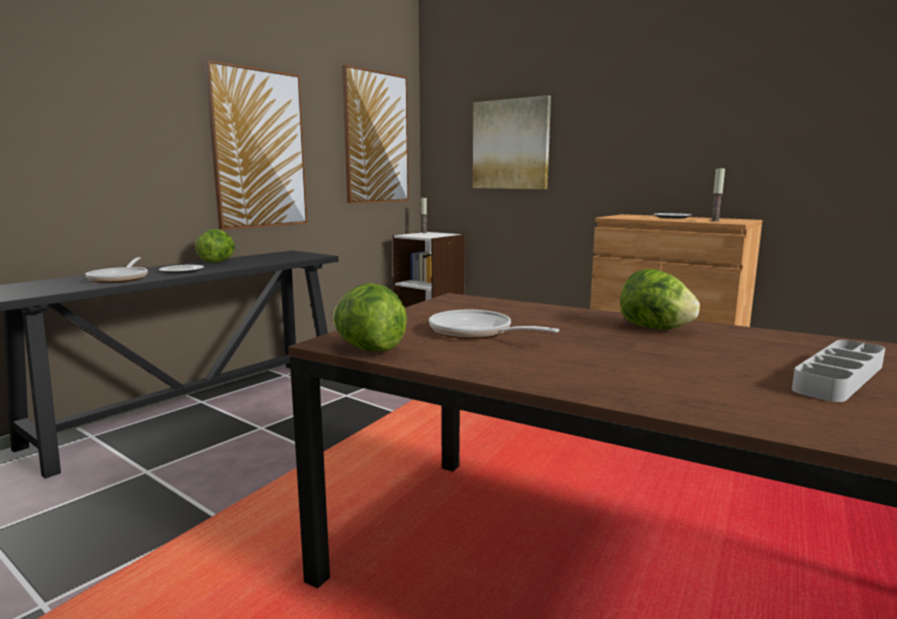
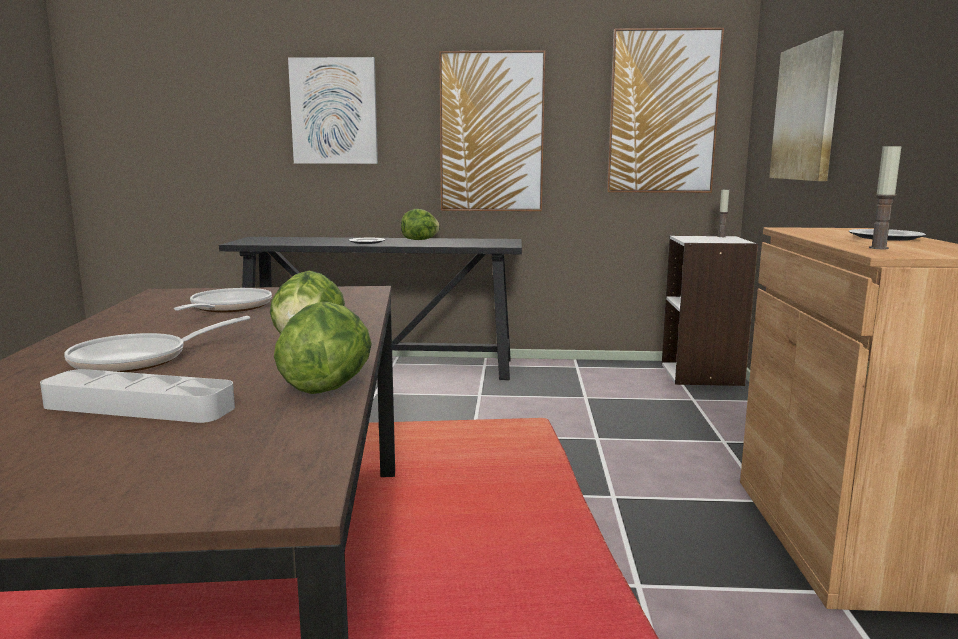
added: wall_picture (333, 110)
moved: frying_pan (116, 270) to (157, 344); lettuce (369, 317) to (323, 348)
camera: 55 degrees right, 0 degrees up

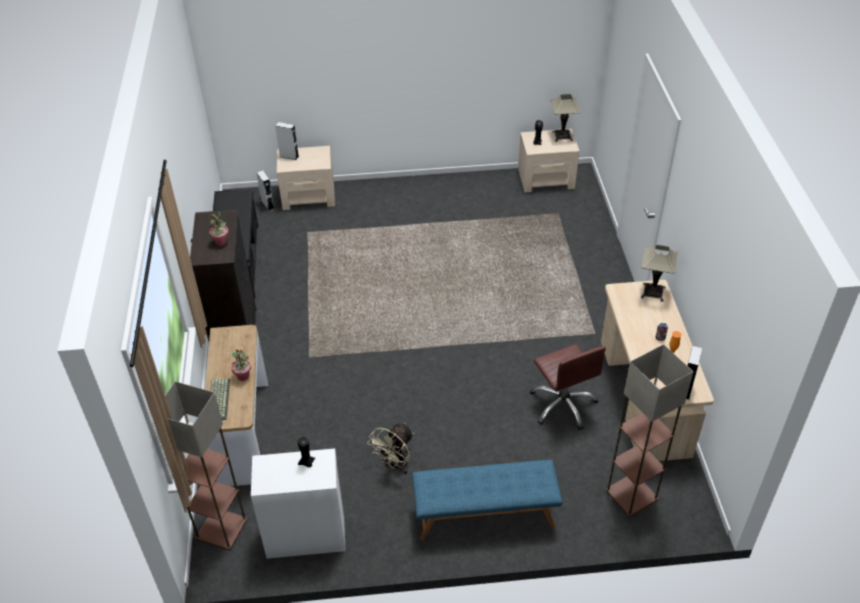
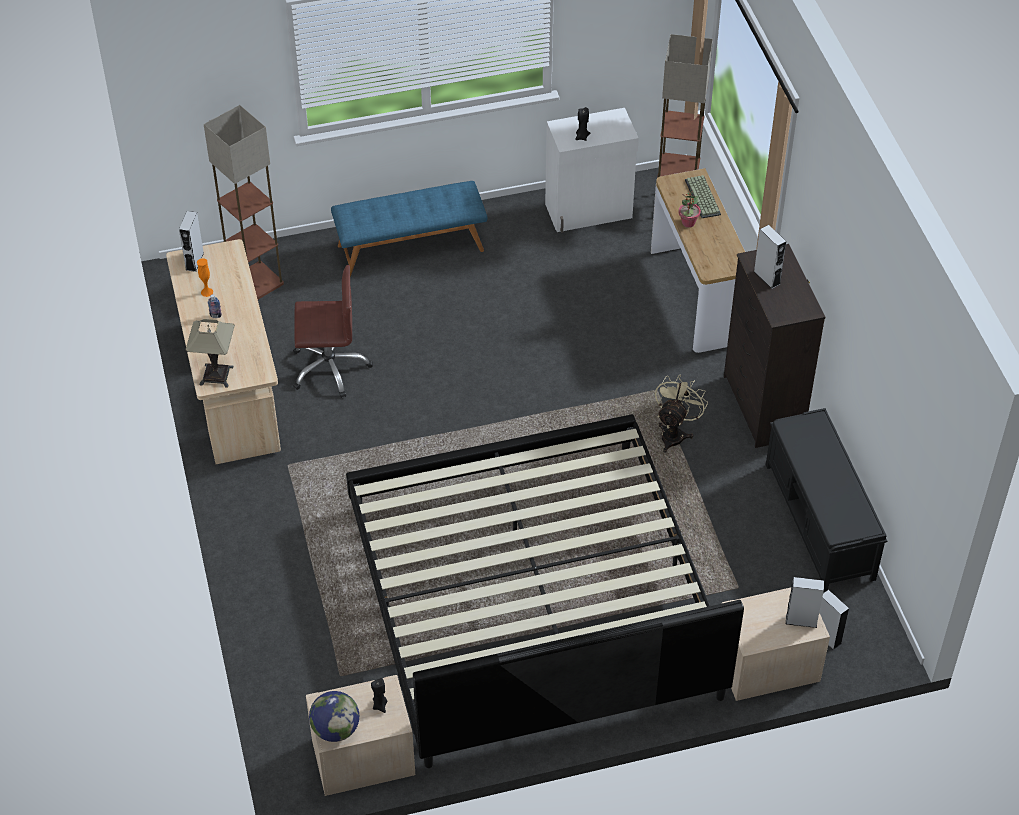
added: bed (545, 591)
moved: beige-coloured_electric_fan (391, 448) to (681, 414)
replaced: plant_in_a_pot (219, 228) to grey_speaker (770, 257); lamp_for_a_table (566, 118) to desk_globe (334, 716)
turned: brown-coloured_office_chair (568, 387) = (333, 331) 120 degrees clockwise
camera: 170 degrees right, 5 degrees up

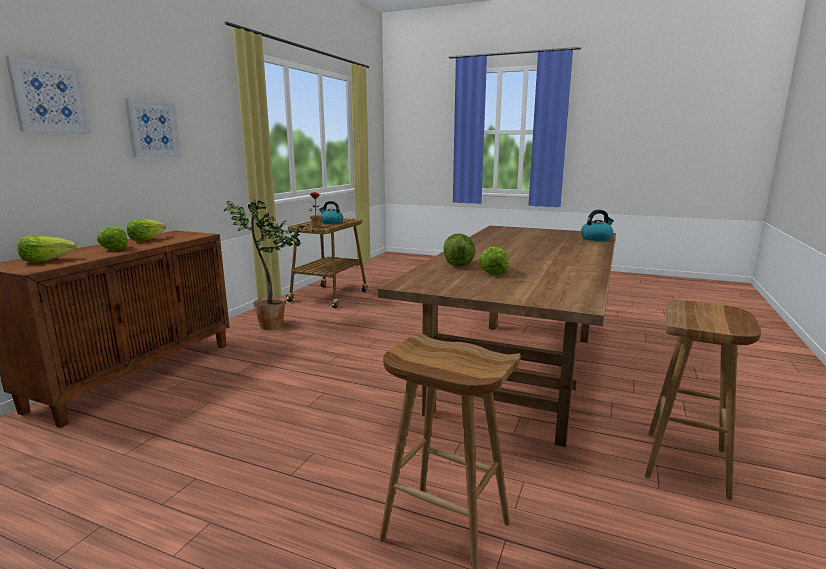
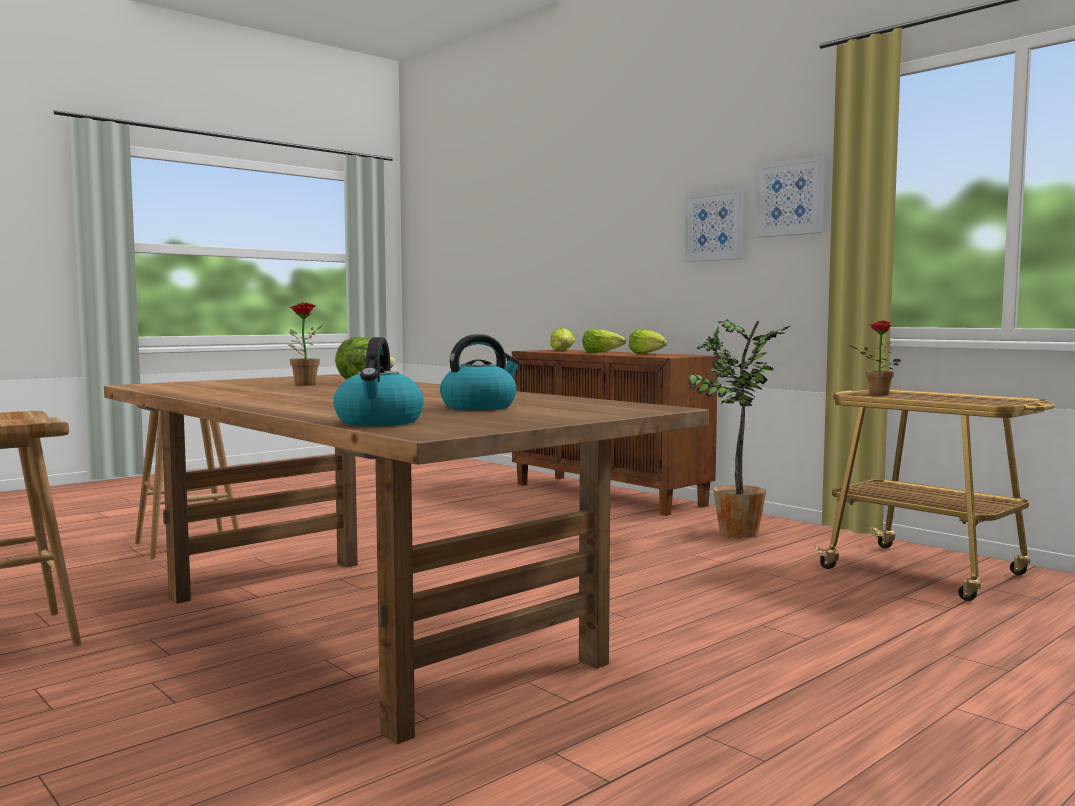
moved: wall_picture (48, 94) to (790, 197); water_kettle (331, 212) to (480, 372)
replaced: lettuce (493, 261) to plant_in_a_pot (305, 344)
camera: 115 degrees right, 10 degrees down

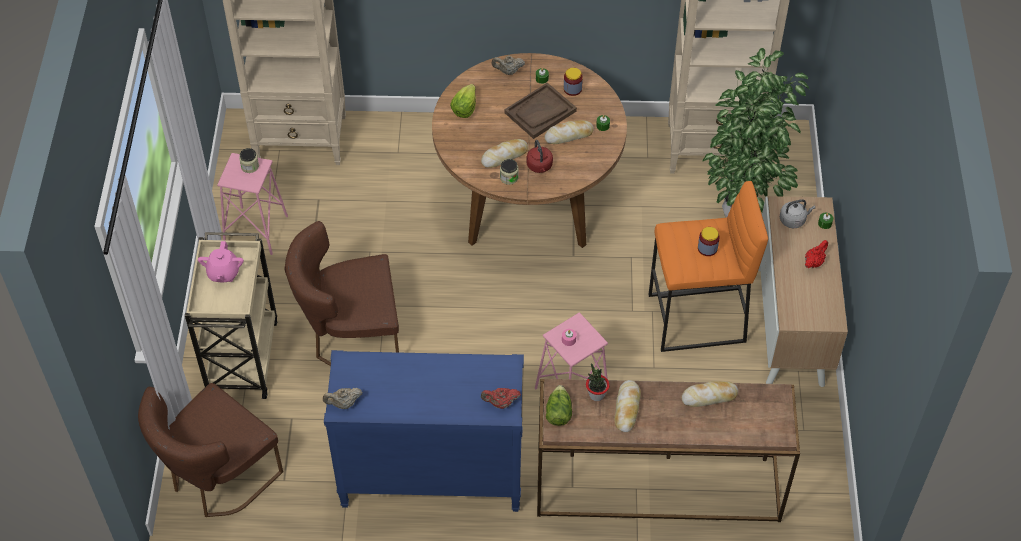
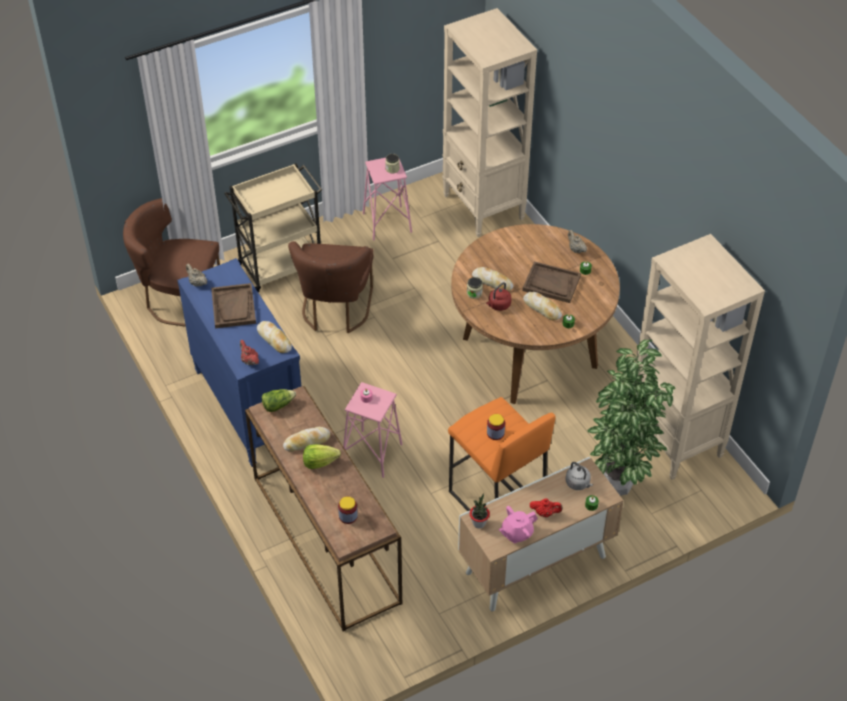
added: brown-coloured_tray (233, 305)
moved: pinkish_teapot (221, 261) to (517, 524); lettuce (463, 101) to (322, 456); storage_jar (573, 82) to (348, 510); plant_in_a_pot (598, 382) to (479, 510); baked_bread (709, 394) to (274, 337)
turned: brown-coloured_plain_chair (341, 293) = (331, 287) 135 degrees counterclockwise
camera: 60 degrees right, 5 degrees down

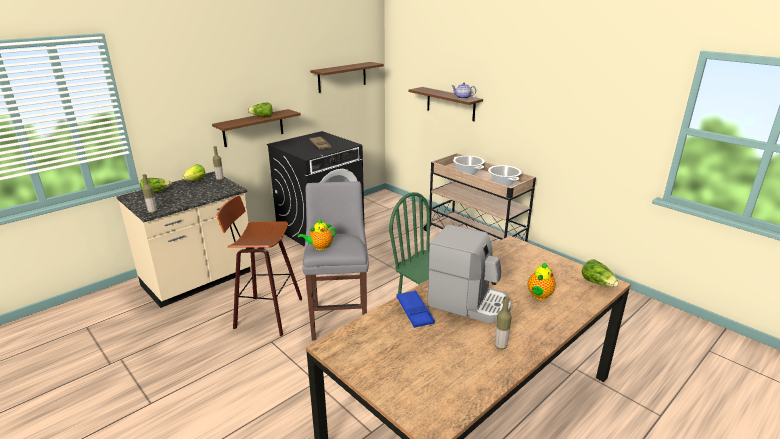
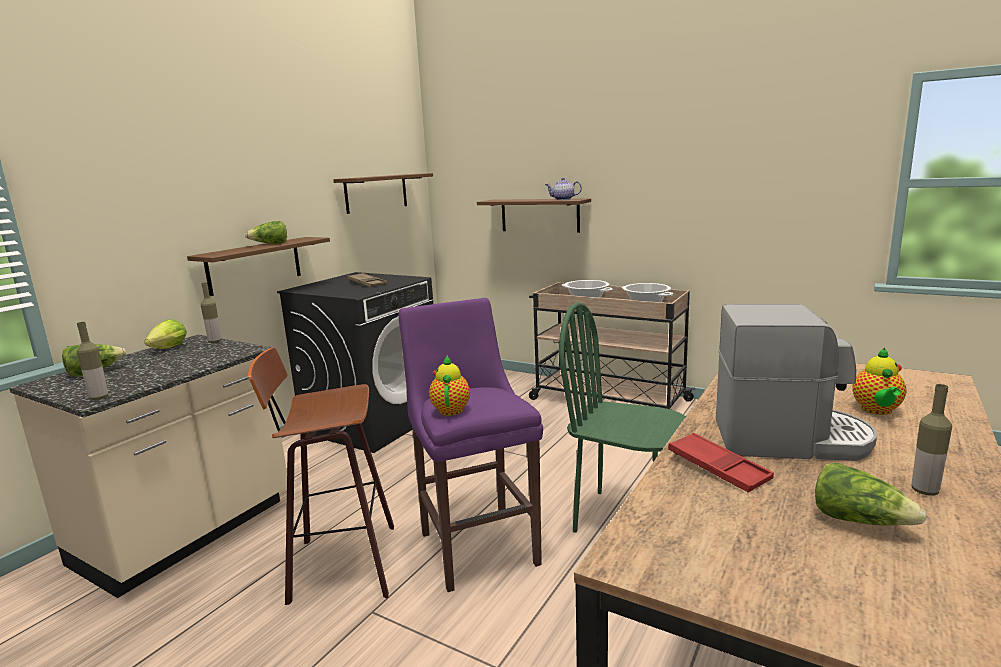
moved: lettuce (600, 273) to (871, 494)
recoloured: grey_sitting_stool (335, 261) to purple_sitting_stool (471, 445); bluish_tray (415, 309) to red_tray (721, 462)
turned: teapot (317, 234) = (449, 385) 135 degrees clockwise
camera: 15 degrees left, 10 degrees down

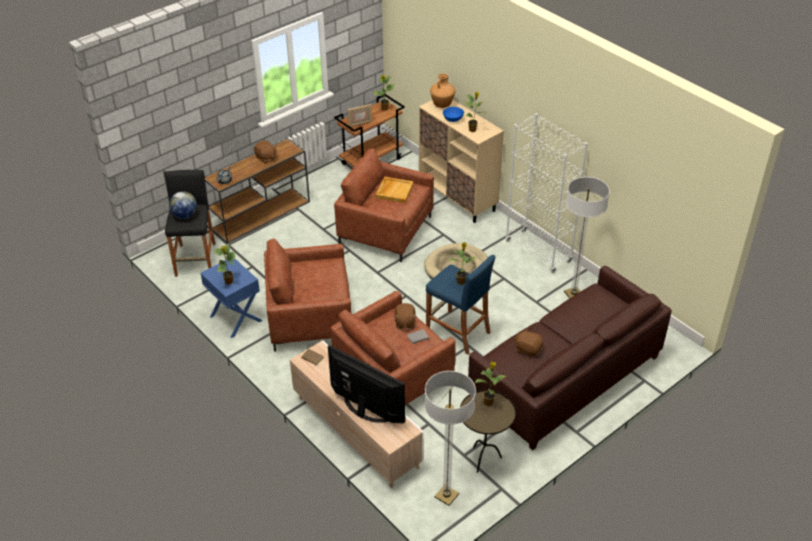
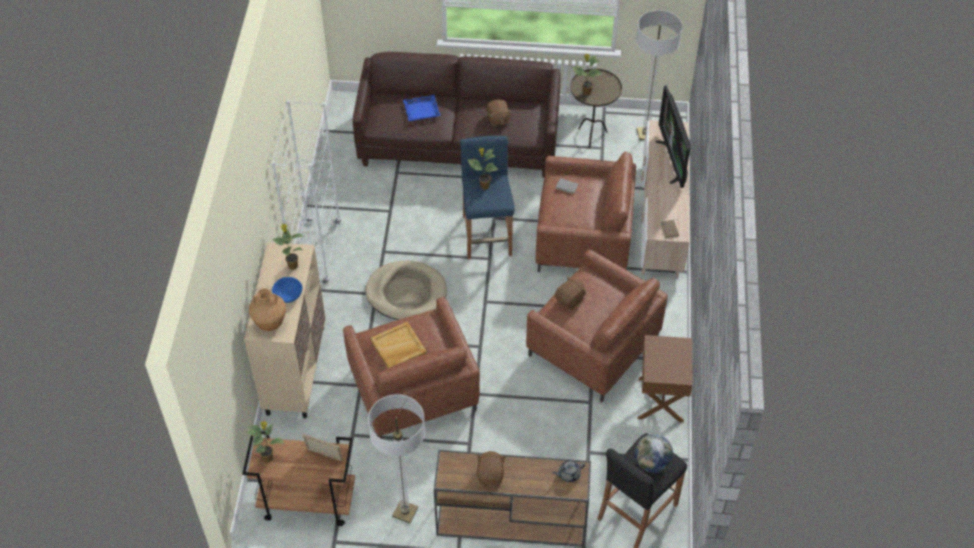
removed: plant_in_a_pot (225, 264)
added: bluish_tray (422, 108)
moved: brown-coloured_soft_toy (405, 316) to (570, 293); standard_lamp (587, 238) to (396, 458)
recoloured: bluish_night_table (231, 298) to brown-coloured_night_table (665, 378)
camera: 135 degrees left, 10 degrees up

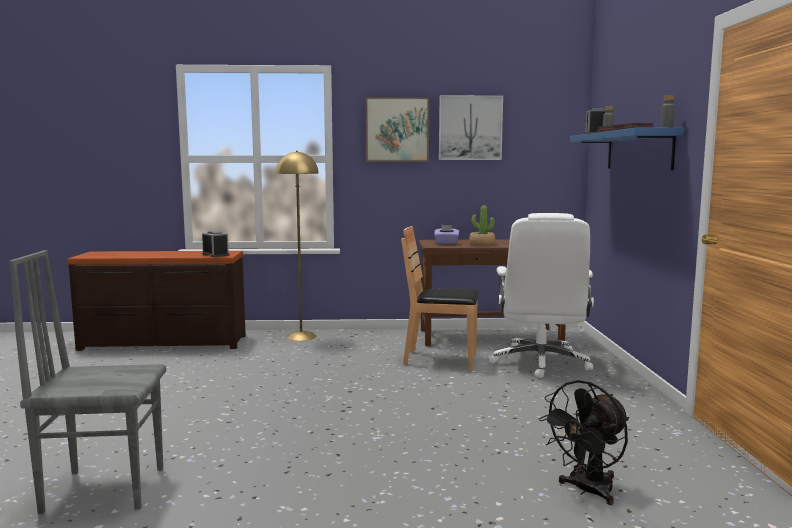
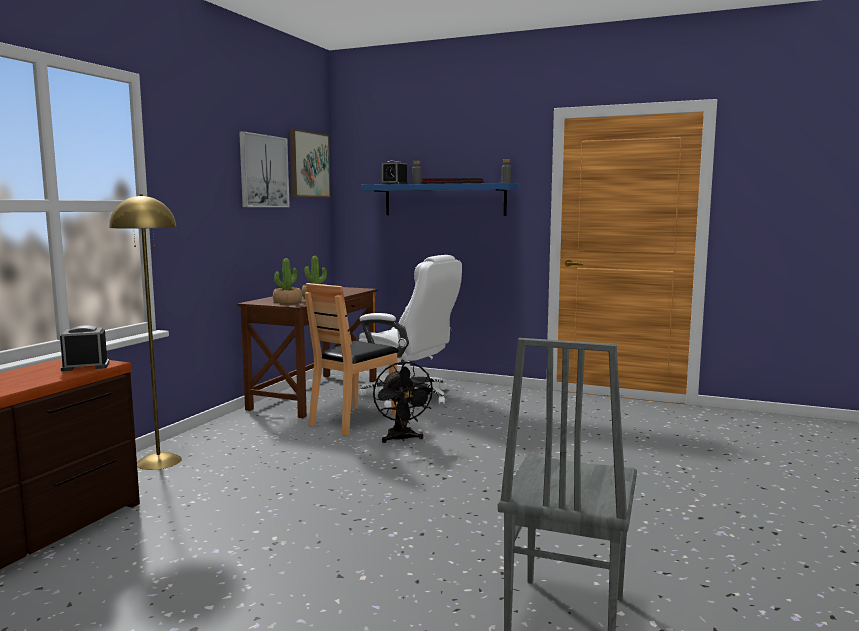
moved: wall_picture (397, 129) to (310, 163); black_electric_fan (584, 442) to (404, 402)
replaced: purple_box_of_tissues (446, 234) to plant_in_a_pot (287, 280)
camera: 65 degrees left, 0 degrees up

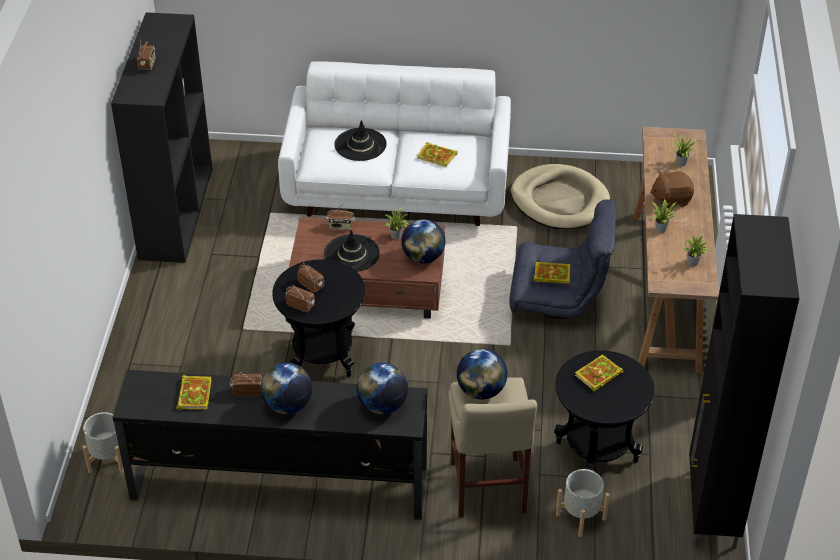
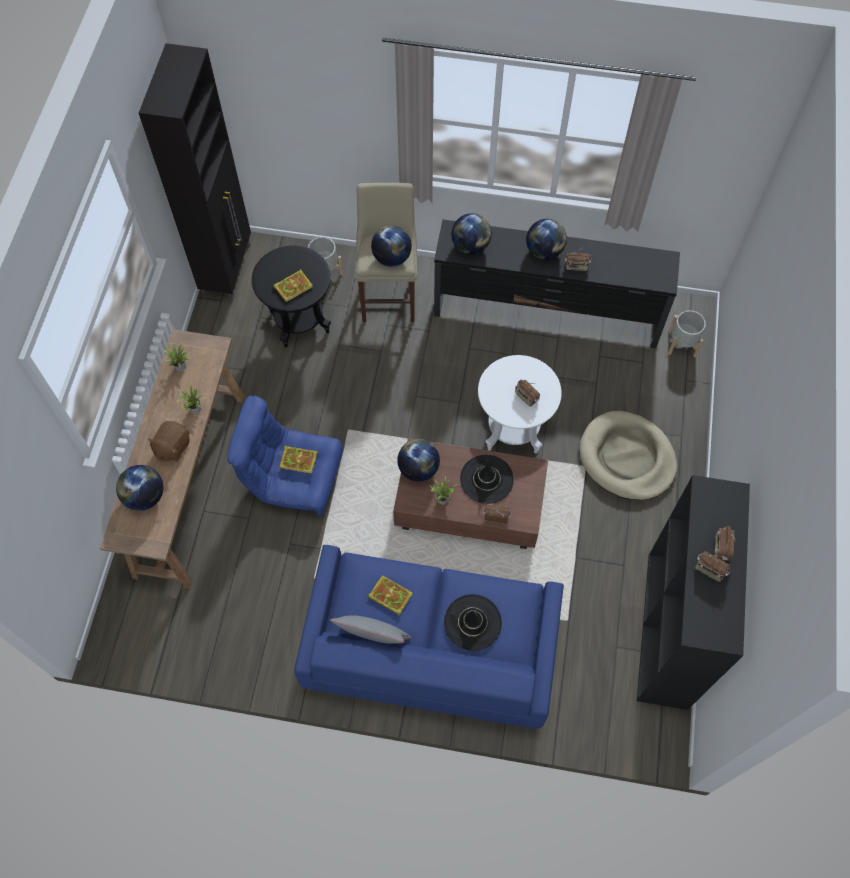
removed: bound_book (194, 392)
added: grey_throw_pillow (371, 629)
moved: radio (300, 298) to (712, 566); beige-coloured_dog_cushion (560, 196) to (628, 455)
replaced: plant_in_a_pot (684, 149) to desk_globe (139, 488)
recoloured: black_end_table (318, 318) to white-coloured_end_table (520, 404); white-coloured_couch (394, 143) to bluish_couch (429, 637); grey_armchair (562, 259) to bluish_armchair (285, 456)
turned: brown-coloured_soft_toy (672, 189) = (168, 441) 120 degrees clockwise
camera: 175 degrees left, 20 degrees up

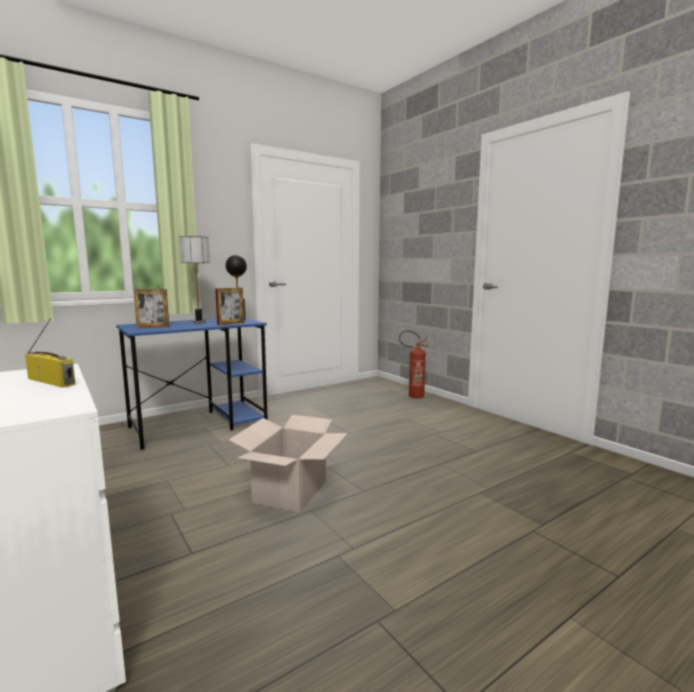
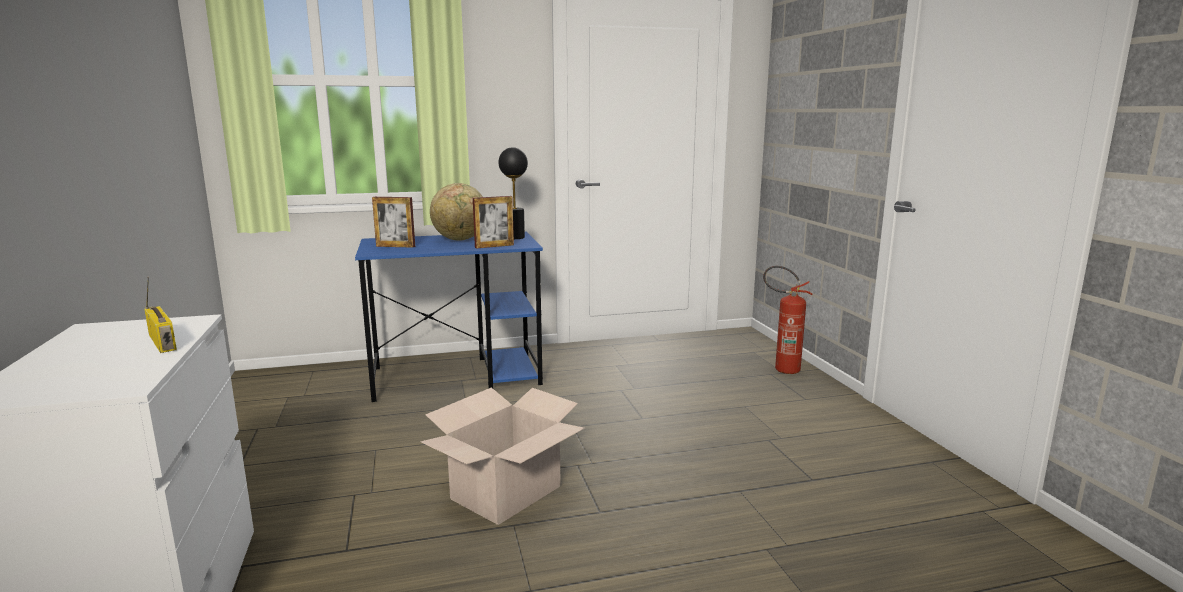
replaced: lamp_for_a_table (195, 279) to desk_globe (456, 212)
camera: 20 degrees right, 5 degrees up

